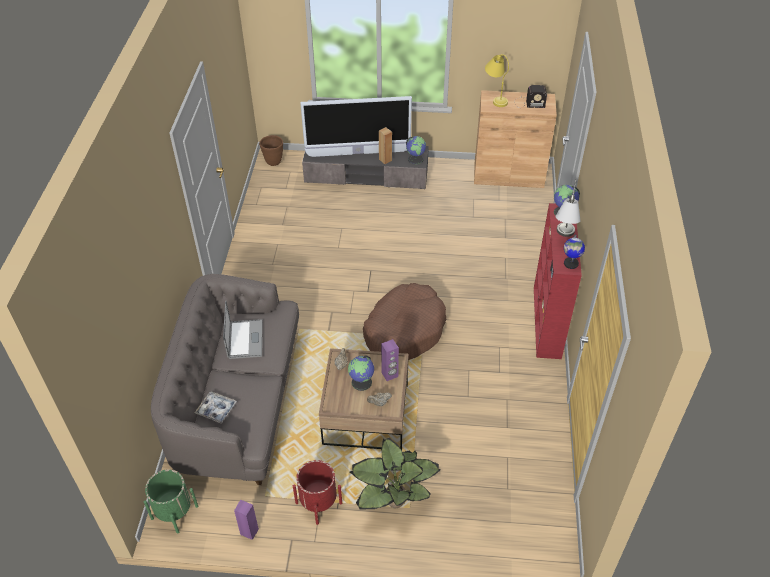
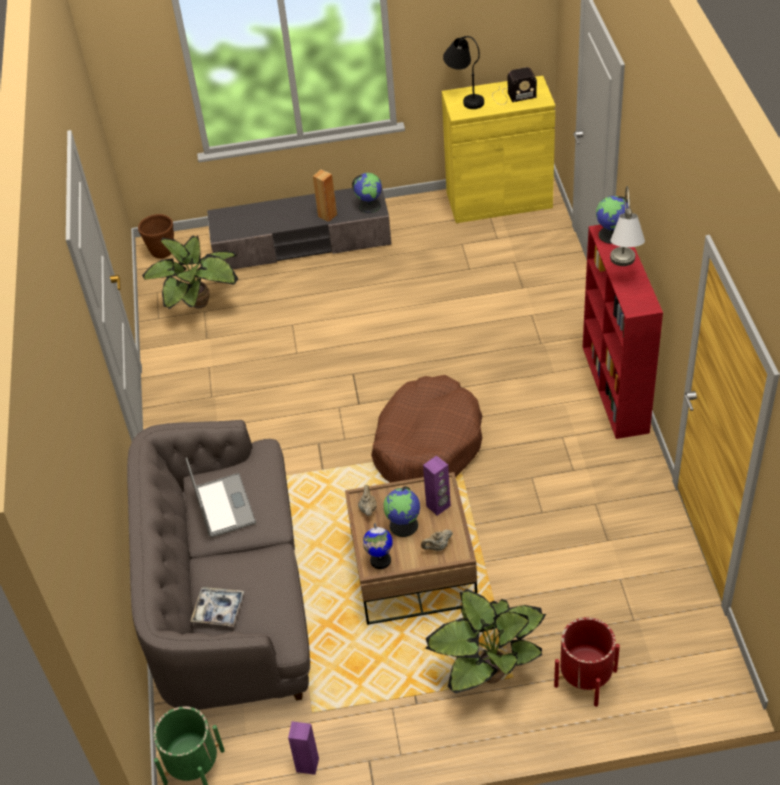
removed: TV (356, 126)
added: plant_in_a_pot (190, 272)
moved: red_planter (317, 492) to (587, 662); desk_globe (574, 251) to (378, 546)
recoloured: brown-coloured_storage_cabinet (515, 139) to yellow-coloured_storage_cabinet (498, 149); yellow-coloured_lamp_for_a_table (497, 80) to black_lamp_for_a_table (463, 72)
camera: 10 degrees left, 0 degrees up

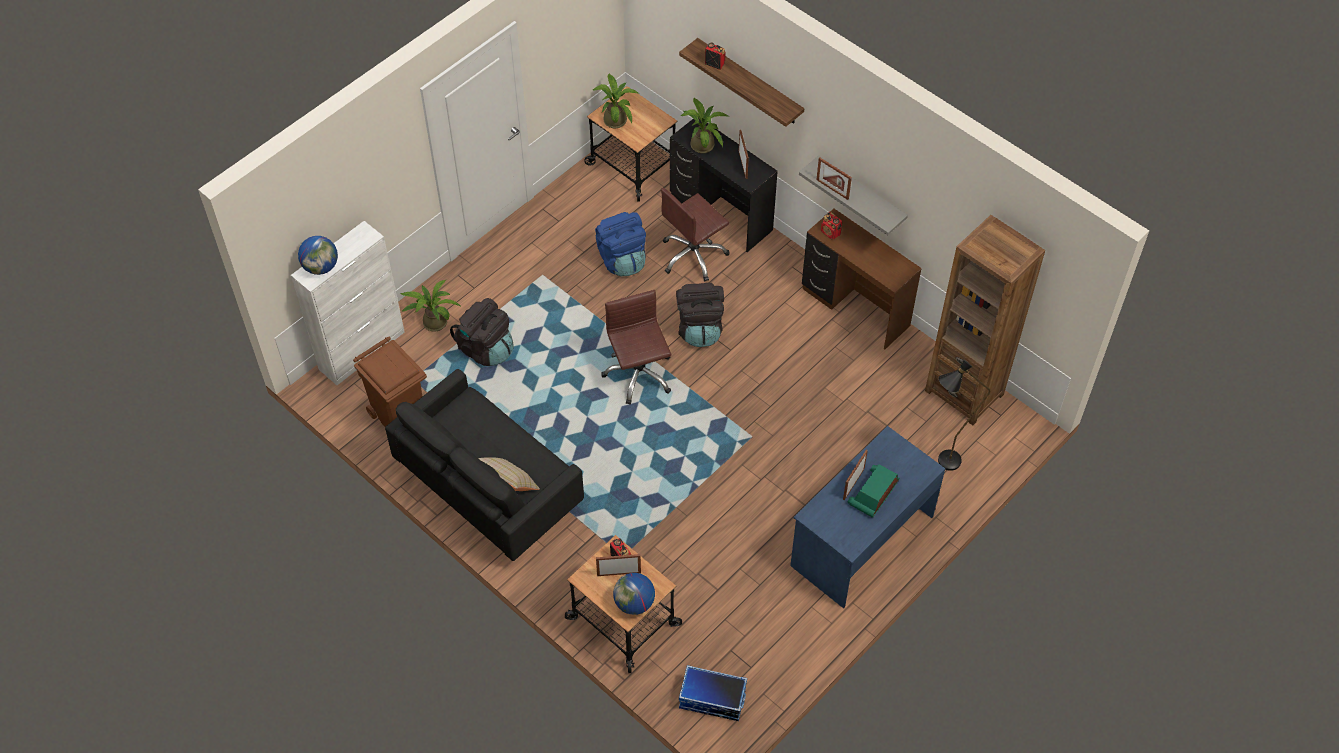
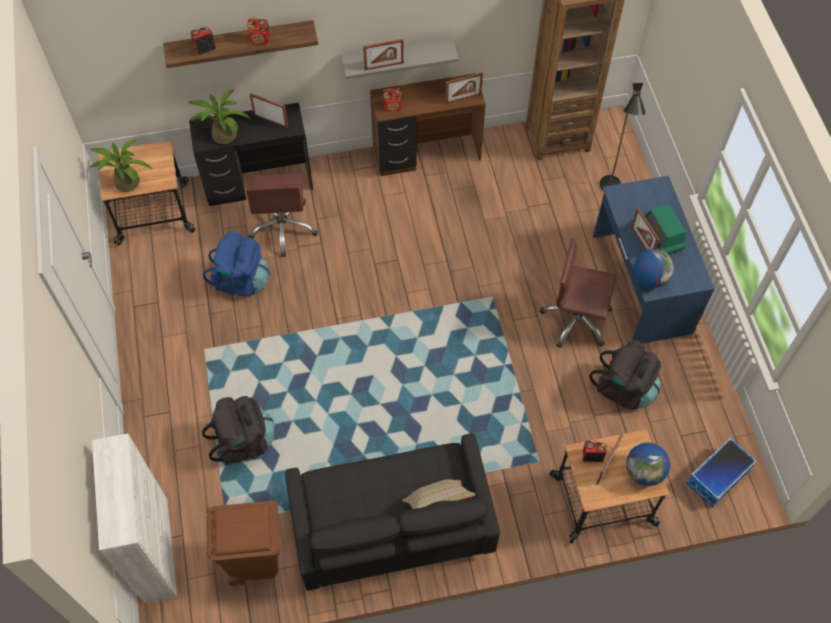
removed: plant_in_a_pot (431, 306)
added: radio (258, 31); photo_frame (464, 88)
moved: desk_globe (318, 255) to (654, 268); brown-coloured_office_chair (636, 347) to (578, 293); black_rucksack (700, 315) to (625, 374)
camera: 55 degrees left, 5 degrees up

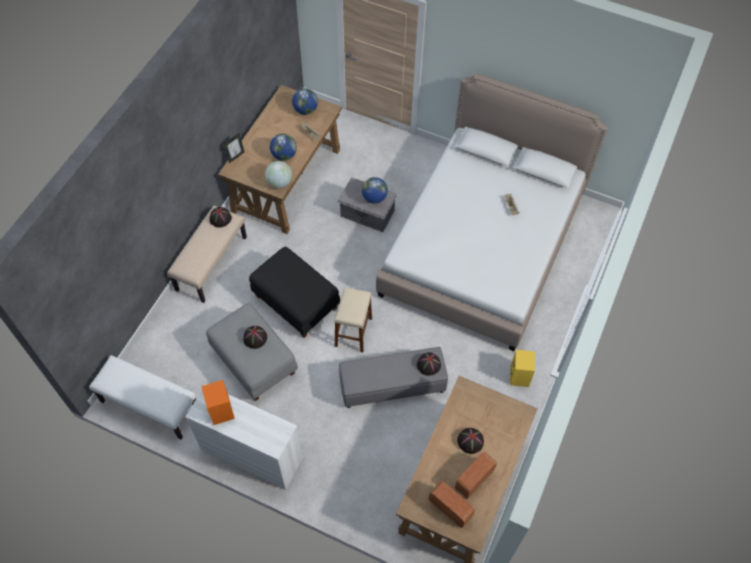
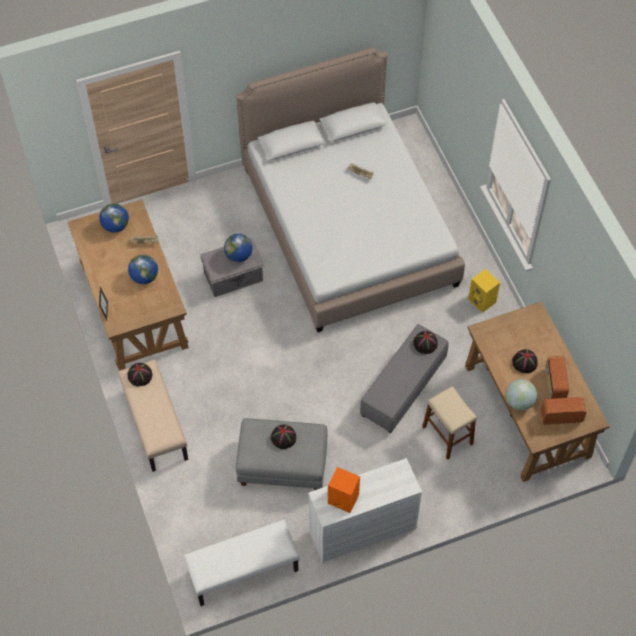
removed: black_pouffe (294, 292)
moved: desk_globe (278, 174) to (521, 395); beige-coloured_sitting_stool (353, 319) to (449, 423)
camera: 45 degrees left, 0 degrees up

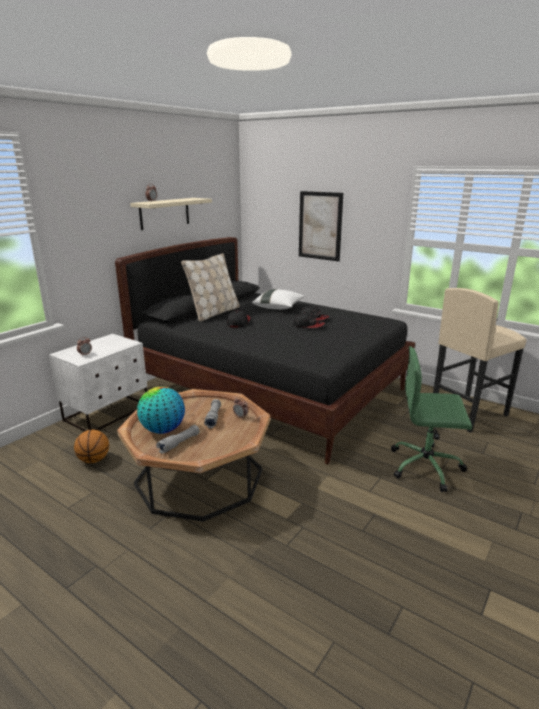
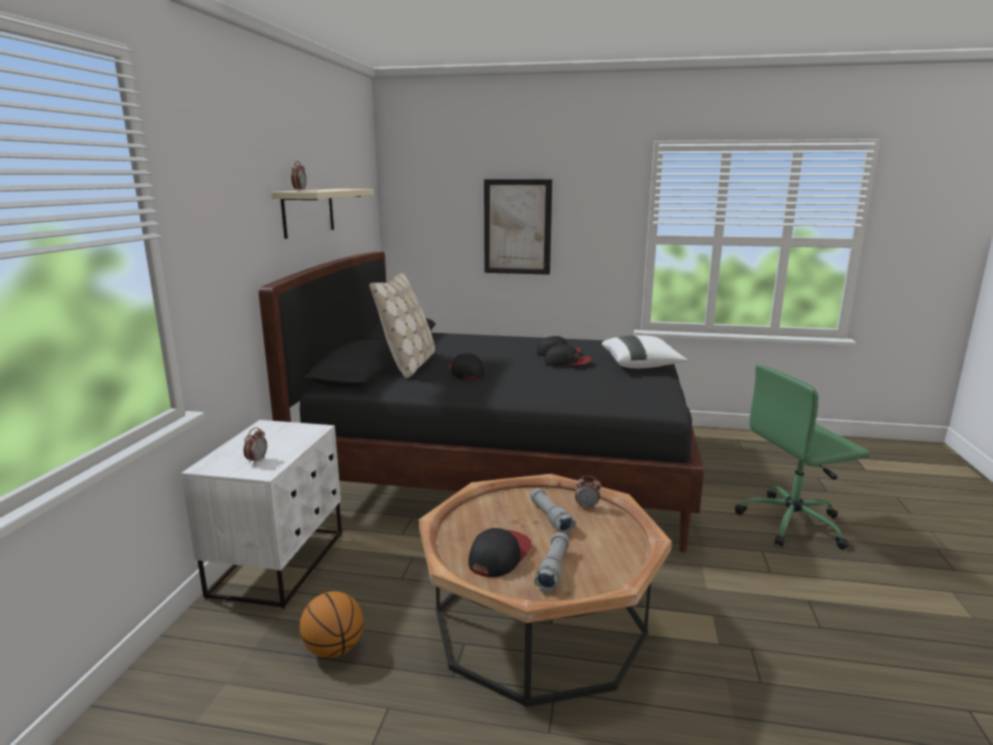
removed: beige-coloured_sitting_stool (480, 360)
moved: white-coloured_throw_pillow (278, 299) to (644, 351)
replaced: desk_globe (161, 410) to baseball_cap (500, 552)
camera: 25 degrees left, 5 degrees down

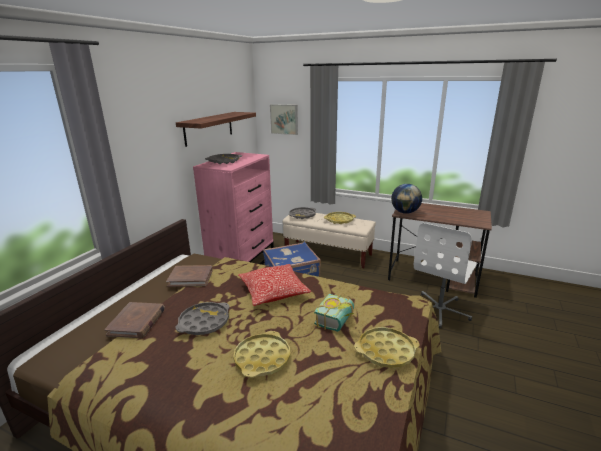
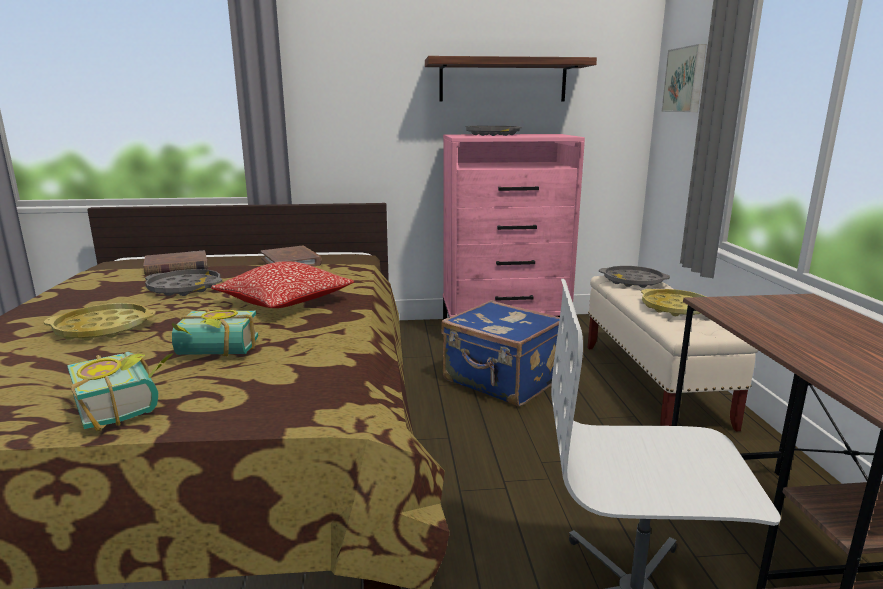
removed: desk_globe (406, 199)
replaced: yellow-coloured_tray (387, 347) to bound_book (120, 391)
camera: 60 degrees right, 5 degrees down

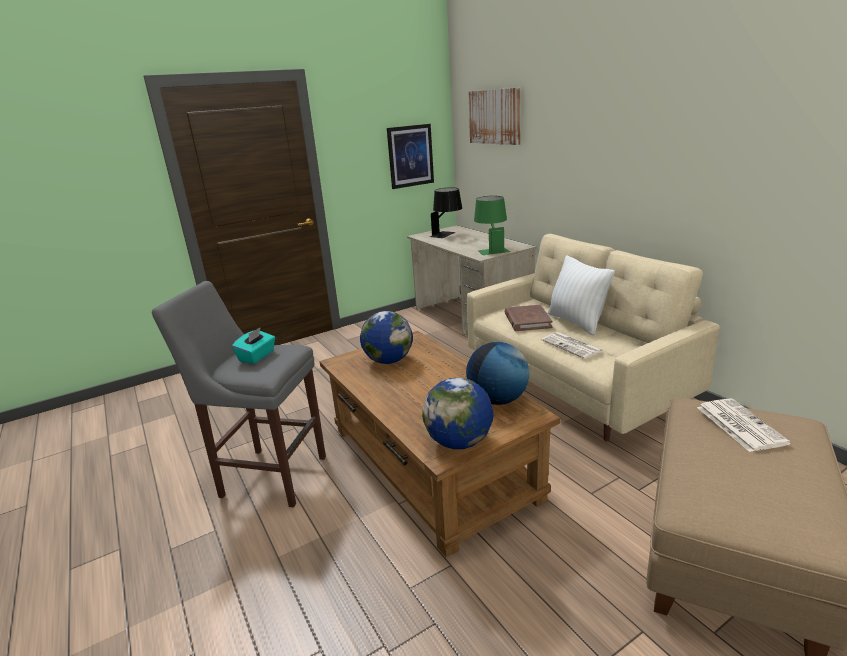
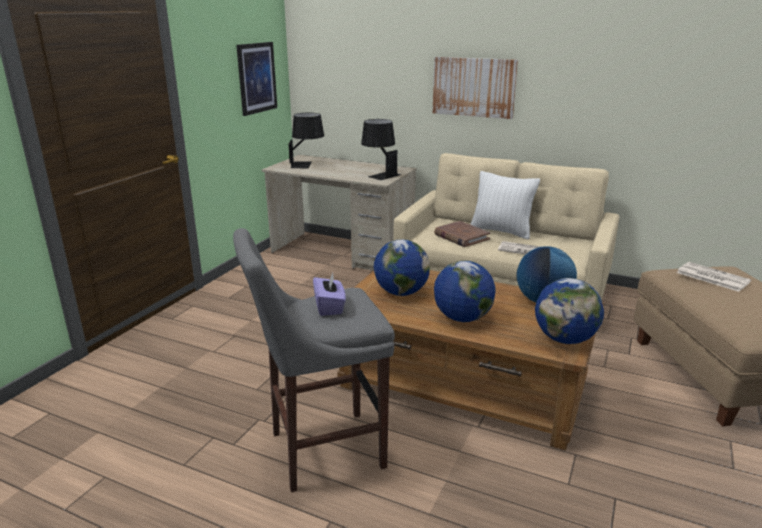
added: desk_globe (465, 291)
moved: wall_picture (495, 116) to (475, 88)
recoloured: turquoise_box_of_tissues (253, 345) to purple_box_of_tissues (329, 294); greenish_lamp_for_a_table (492, 225) to black_lamp_for_a_table (381, 149)
camera: 35 degrees left, 0 degrees up

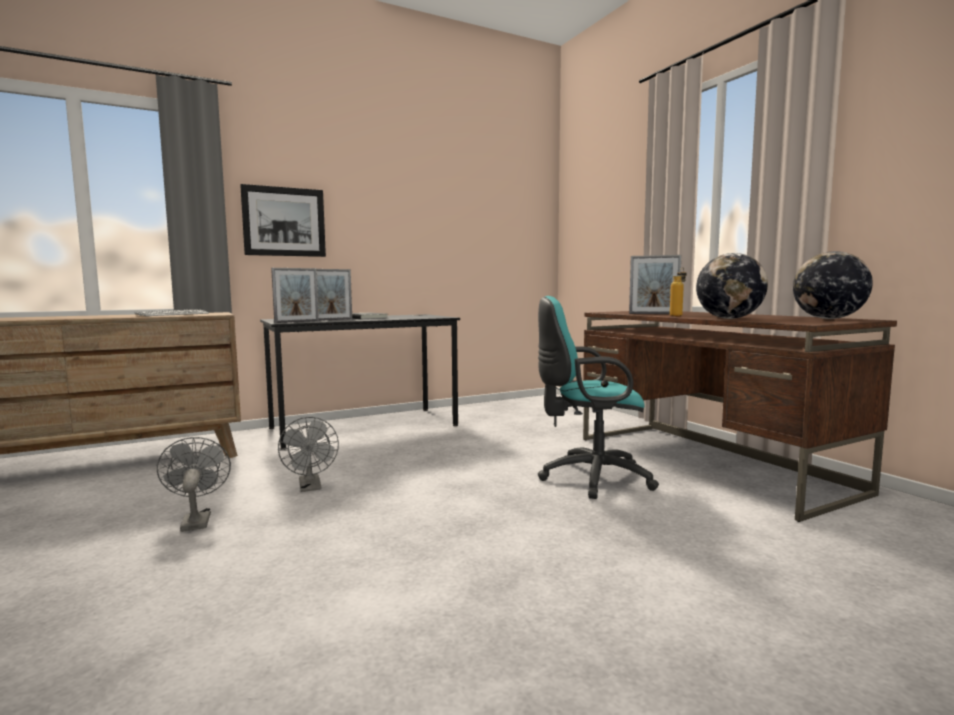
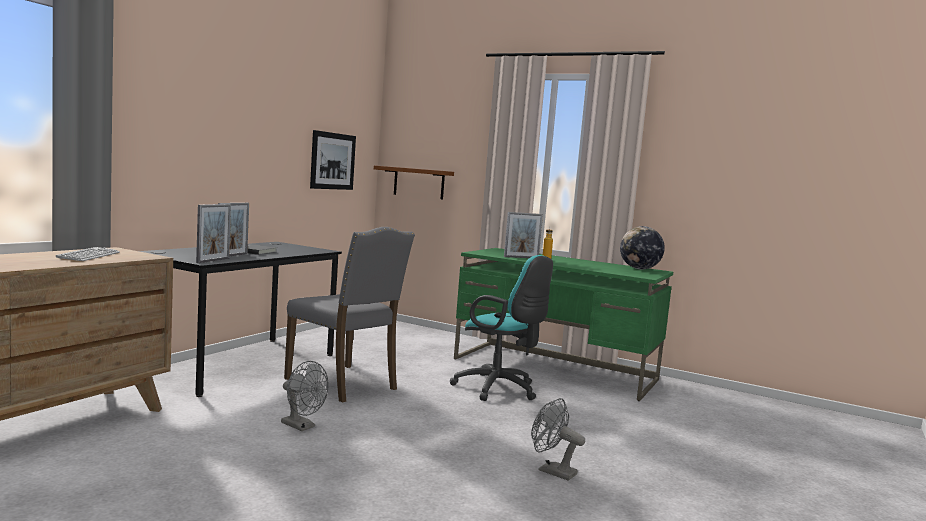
removed: desk_globe (732, 286)
added: grey_plain_chair (349, 315); brown-coloured_bracket_shelf (414, 182)
moved: grey_electric_fan (194, 484) to (558, 439); wall_picture (283, 220) to (333, 160)
recoloured: brown-coloured_desk_unit (740, 416) to greenish_desk_unit (563, 324)
turned: turquoise_office_chair (598, 397) = (501, 328) 105 degrees counterclockwise
camera: 35 degrees left, 0 degrees up

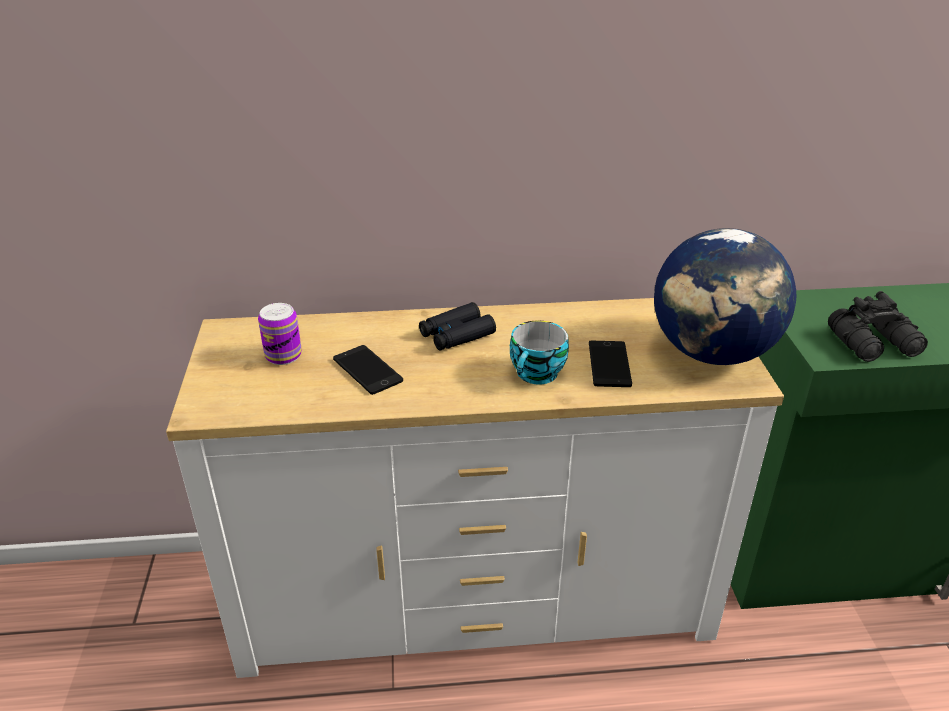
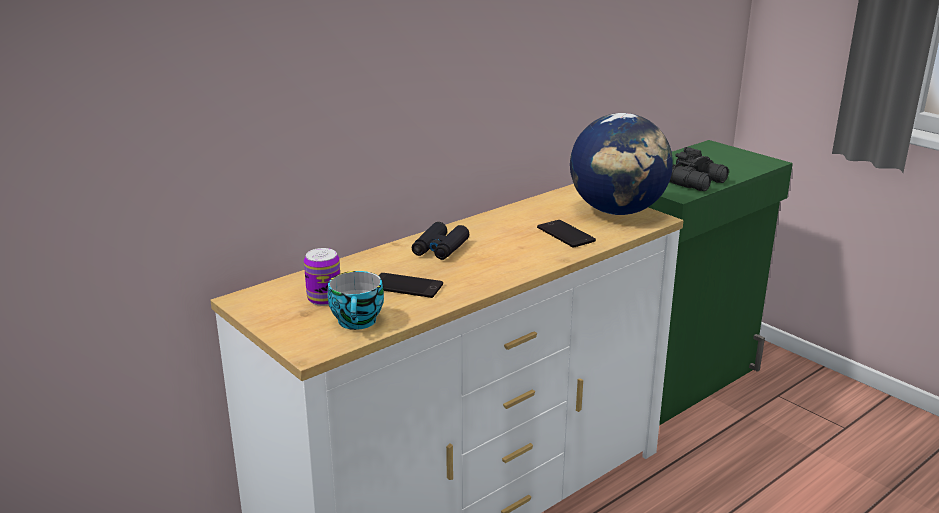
moved: drinking_cup (539, 352) to (355, 300)
camera: 35 degrees left, 10 degrees down

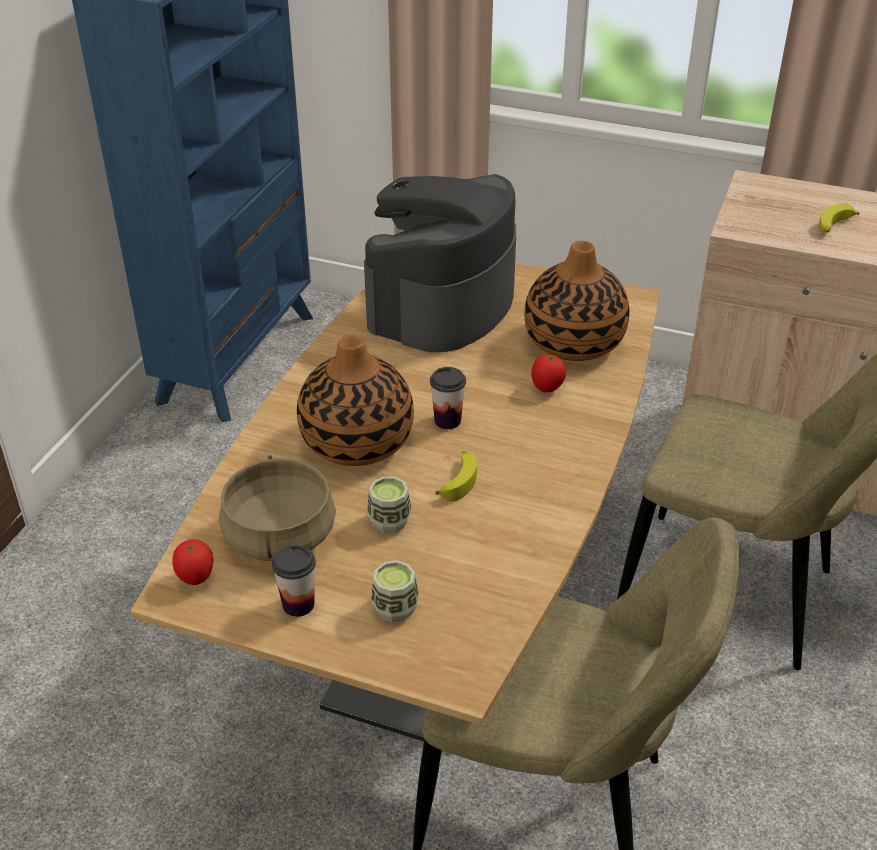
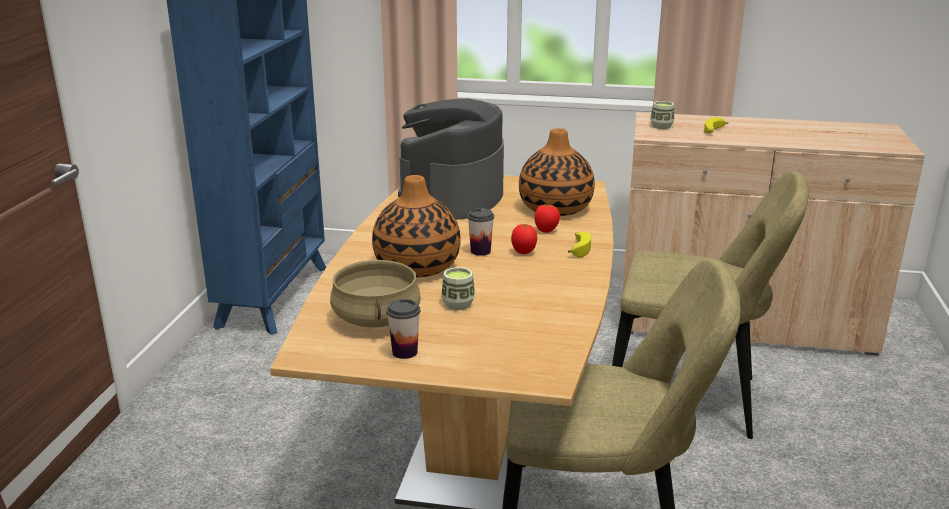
moved: tomato (192, 562) to (524, 239); drinking_cup (395, 591) to (662, 115); whole_banana (456, 476) to (579, 244)
camera: 10 degrees left, 15 degrees down

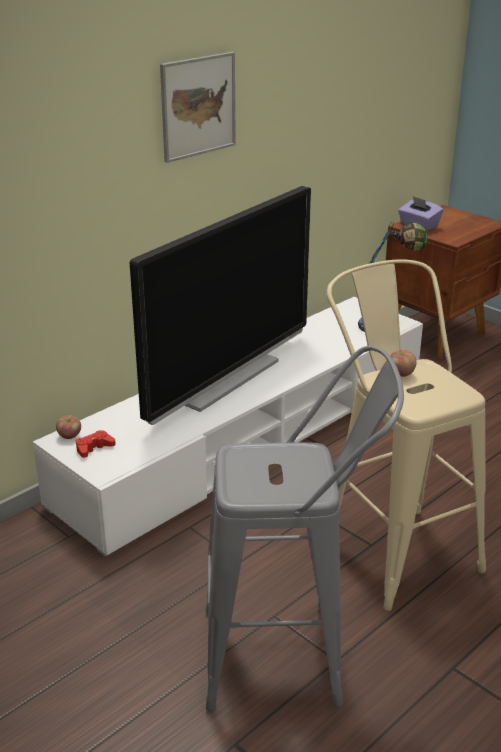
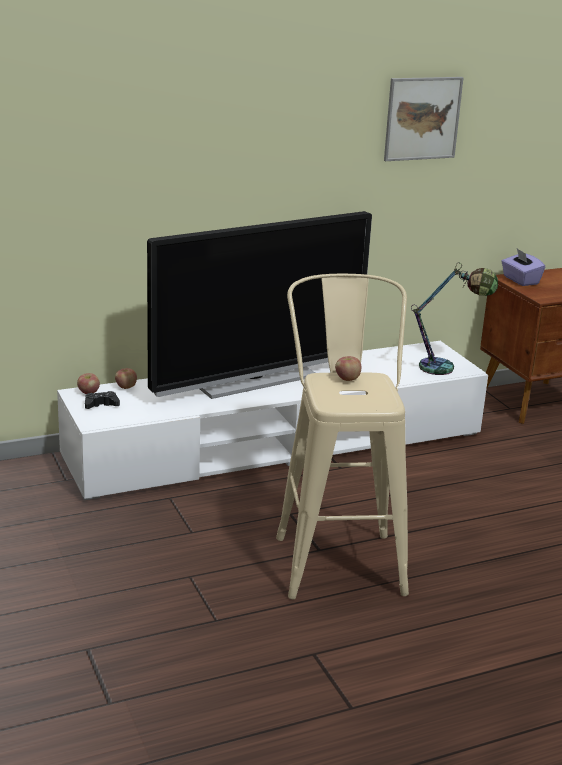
removed: grey_sitting_stool (305, 529)
added: apple_fruit (126, 378)
moved: wall_picture (198, 107) to (424, 119)
recoloured: red_game_controller (96, 444) to black_game_controller (102, 400)
camera: 20 degrees right, 5 degrees down

